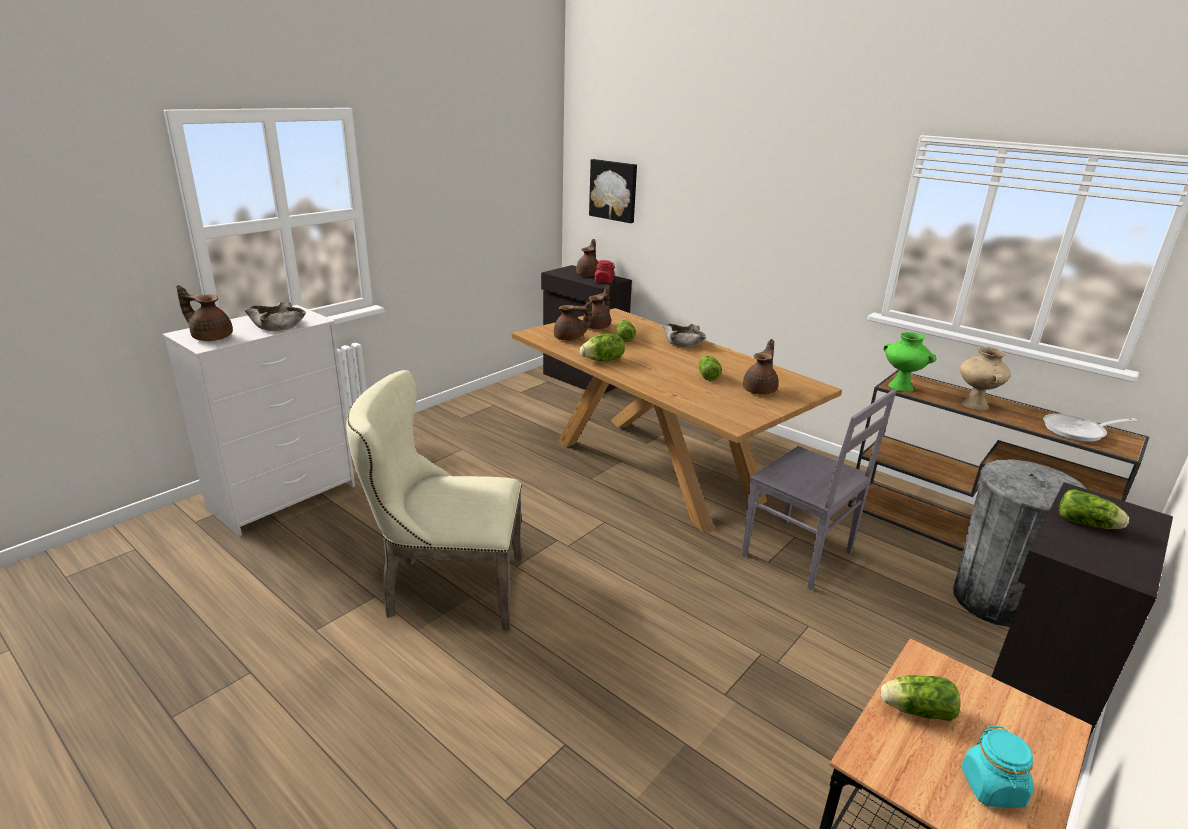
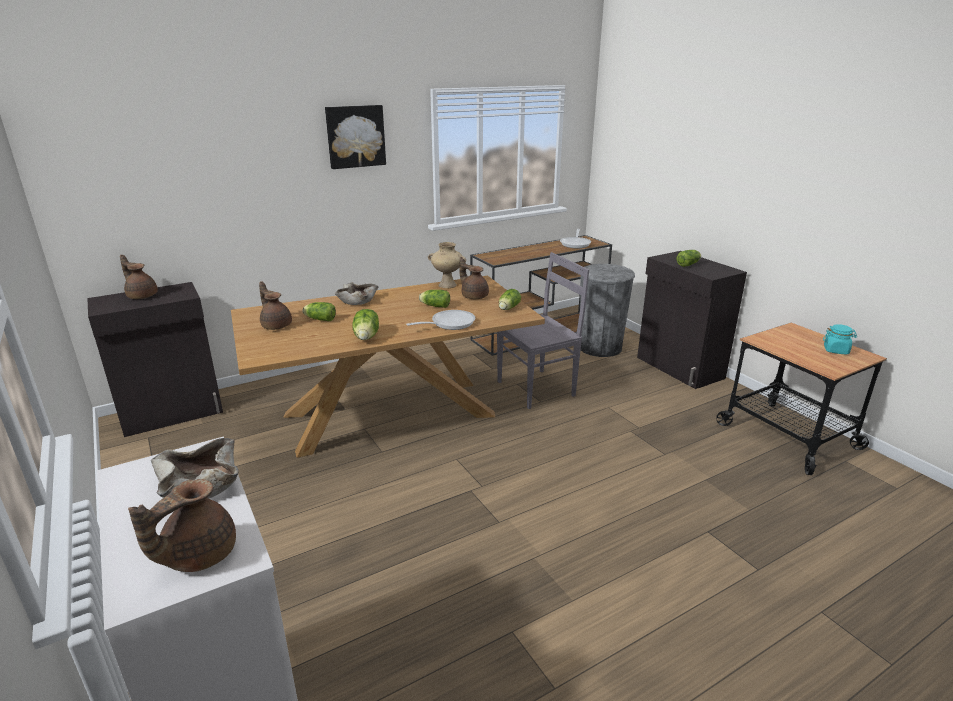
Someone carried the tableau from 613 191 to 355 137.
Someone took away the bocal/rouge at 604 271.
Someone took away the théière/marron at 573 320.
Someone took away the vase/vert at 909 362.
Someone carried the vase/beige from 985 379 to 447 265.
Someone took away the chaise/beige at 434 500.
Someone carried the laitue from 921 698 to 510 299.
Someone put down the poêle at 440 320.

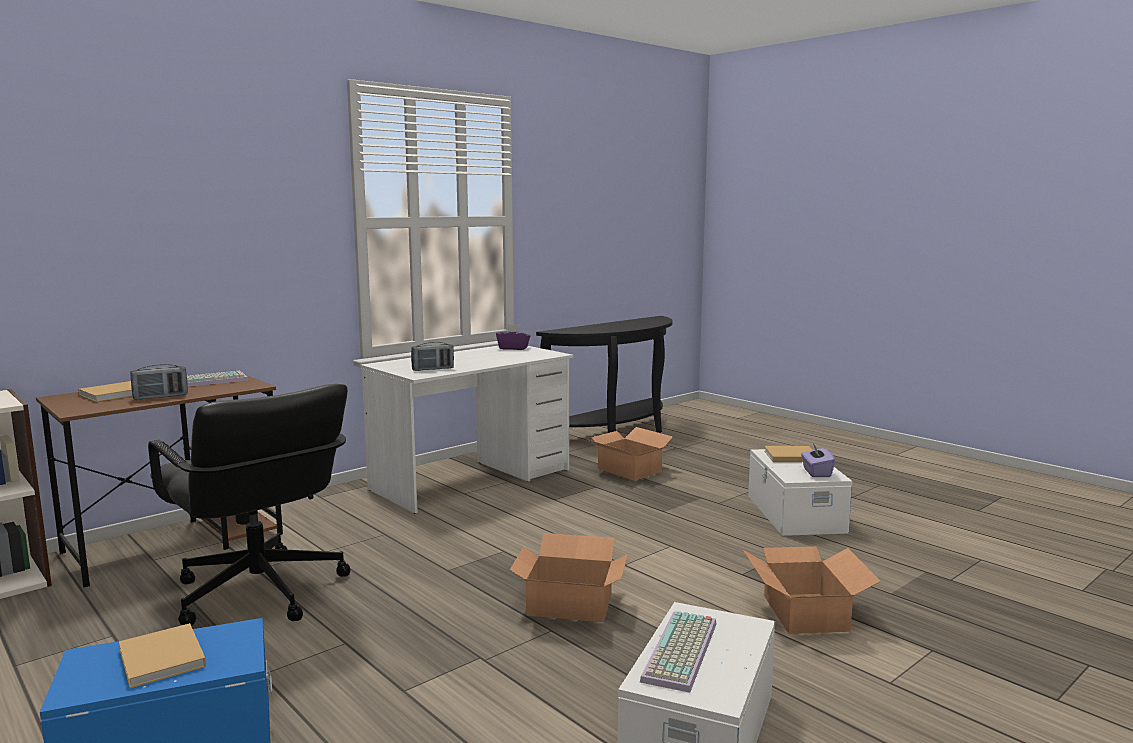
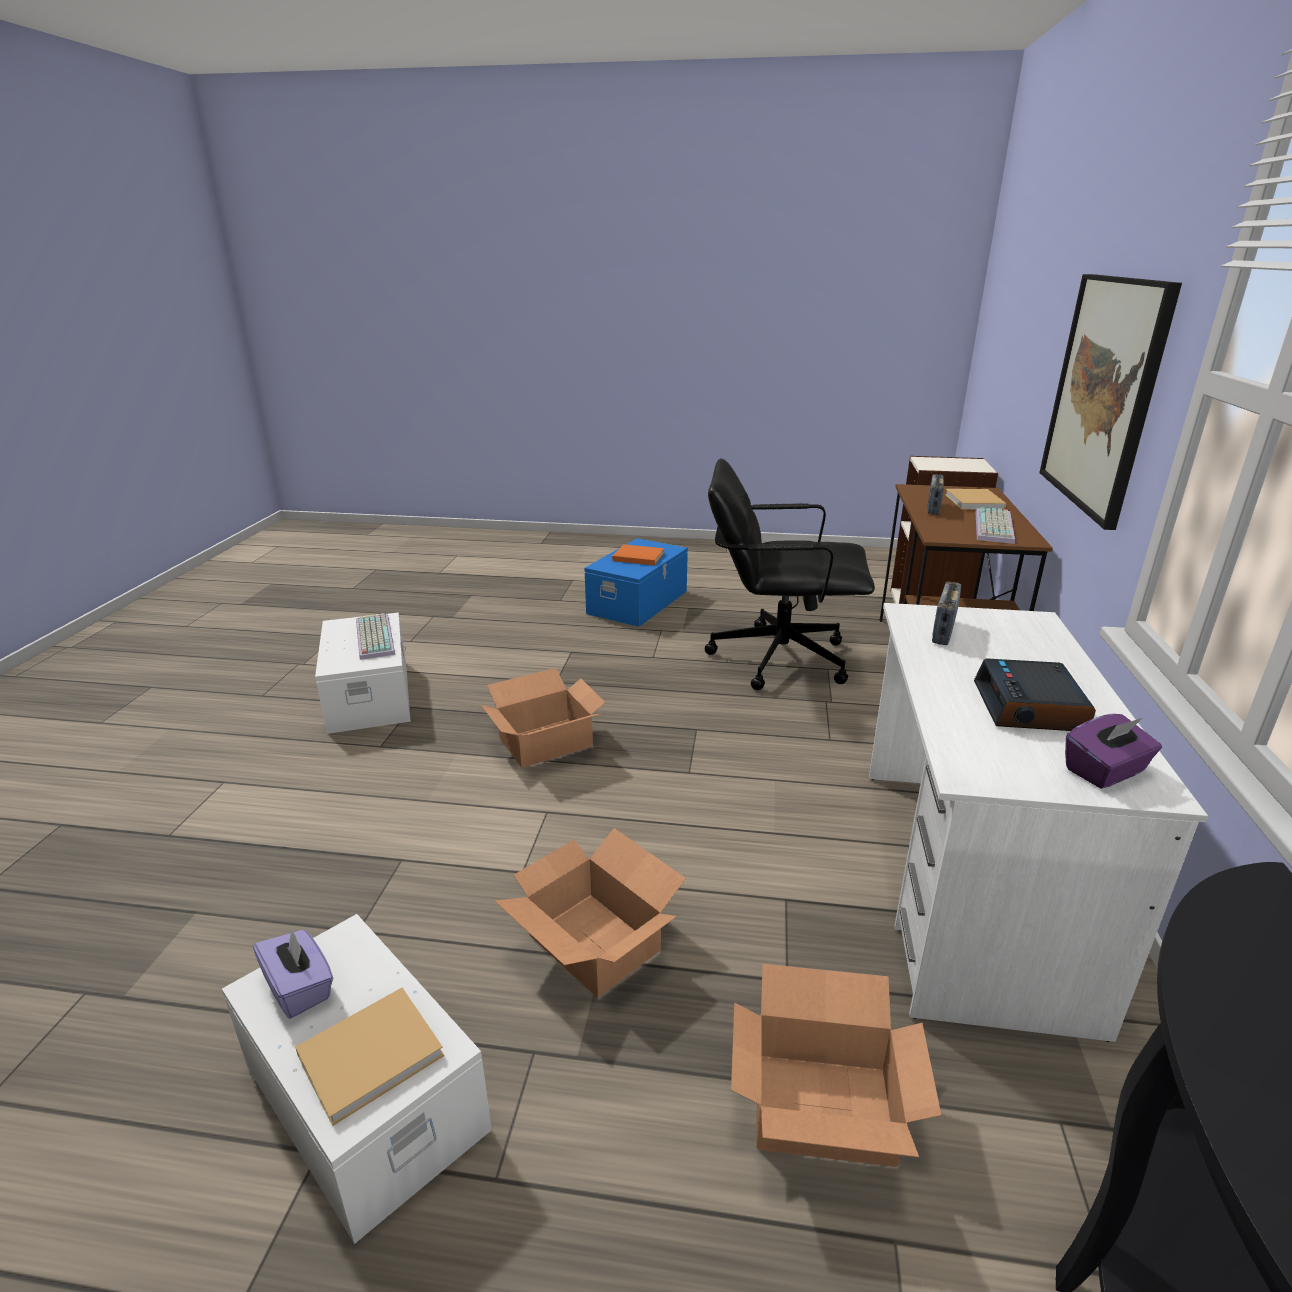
Someone carried the carton from 812 590 to 590 913.
Someone repainted the livre/beige at 162 655, which became the livre/orange at 638 554.
Someone put up the tableau at 1110 402.
Someone put down the réveil at 1035 694.

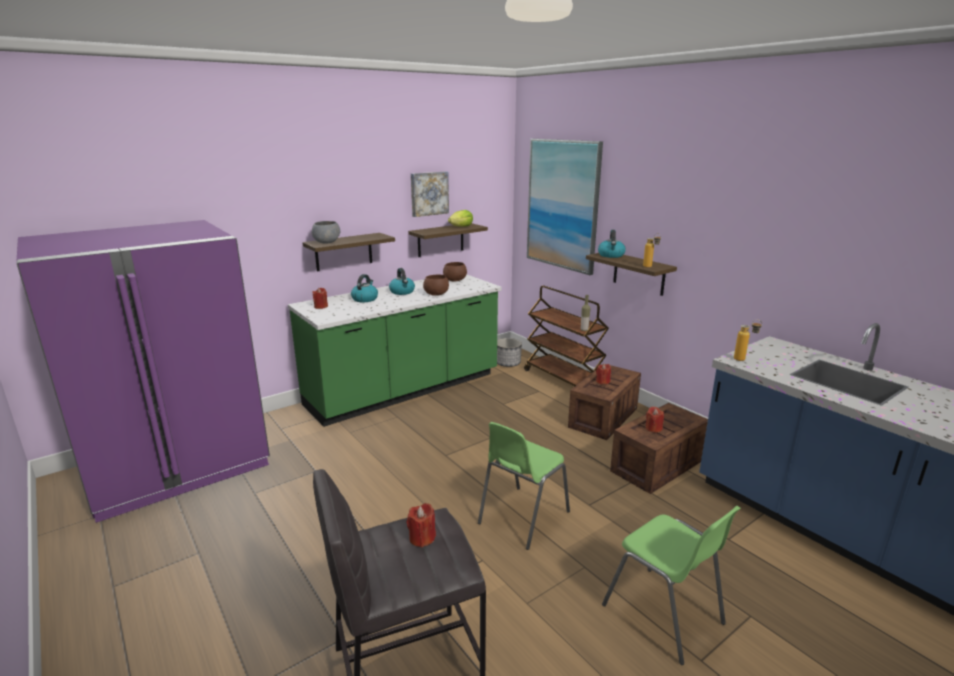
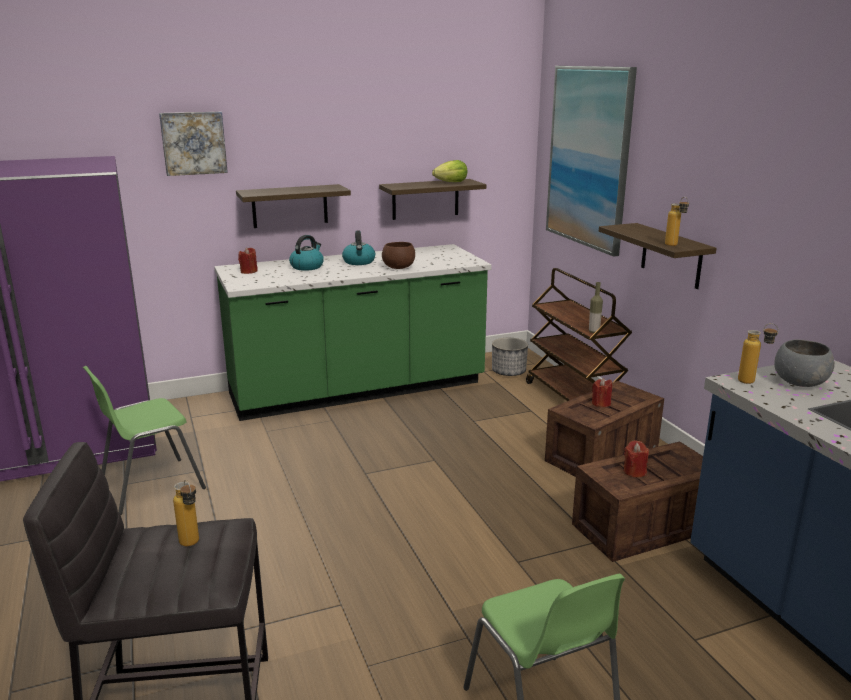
Someone carried the tableau from 430 194 to 193 143.
Someone carried the bol/gris from 326 232 to 804 363.
Someone took away the bouilloire at 612 244.
Someone took away the bol/marron at 455 272.
Someone carried the chaise/vert from 524 486 to 144 440.
Someone swapped the bougie/rouge at 421 525 for the bouteille at 186 513.

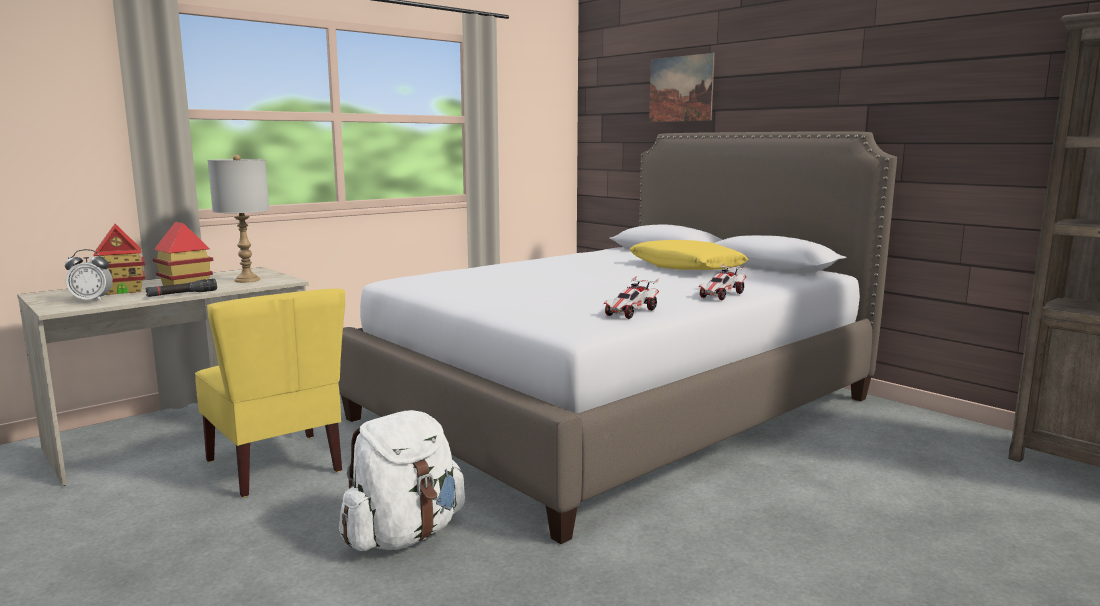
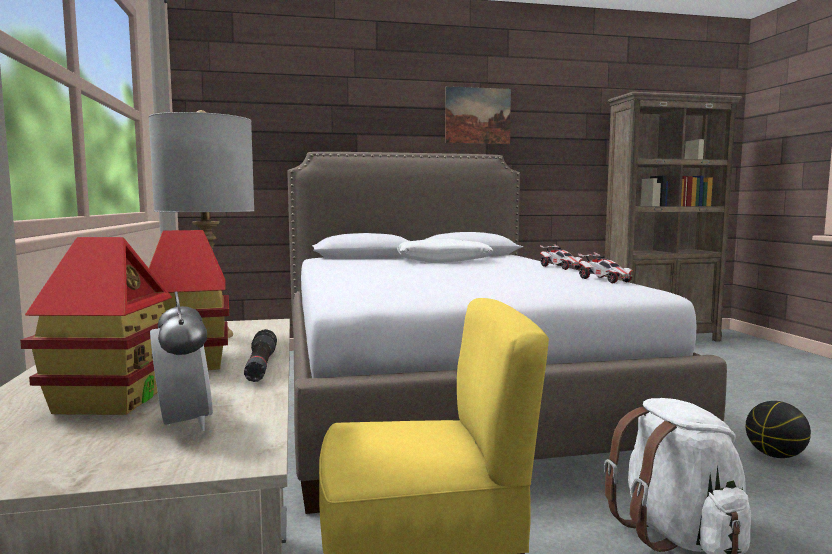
Someone carried the tableau from 682 87 to 478 115.
Someone repainted the coussin/jaune at 689 255, which became the coussin/blanc at 445 251.
Someone rotated the réveil at 89 276 by 45 degrees counterclockwise.
Someone put down the ballon de basket at 778 429.

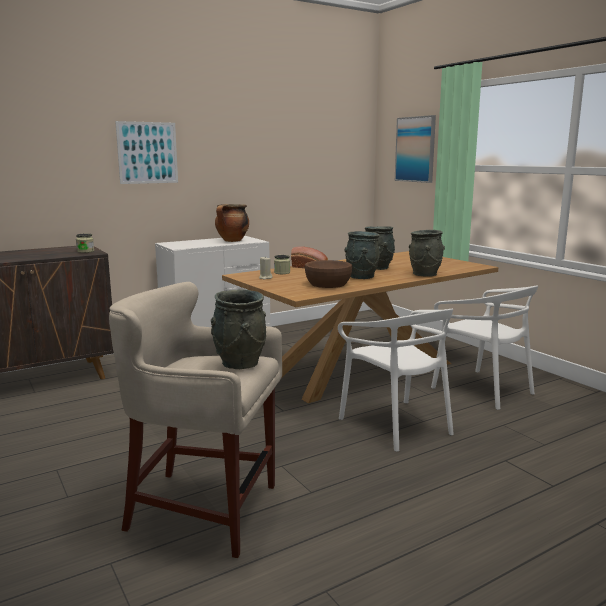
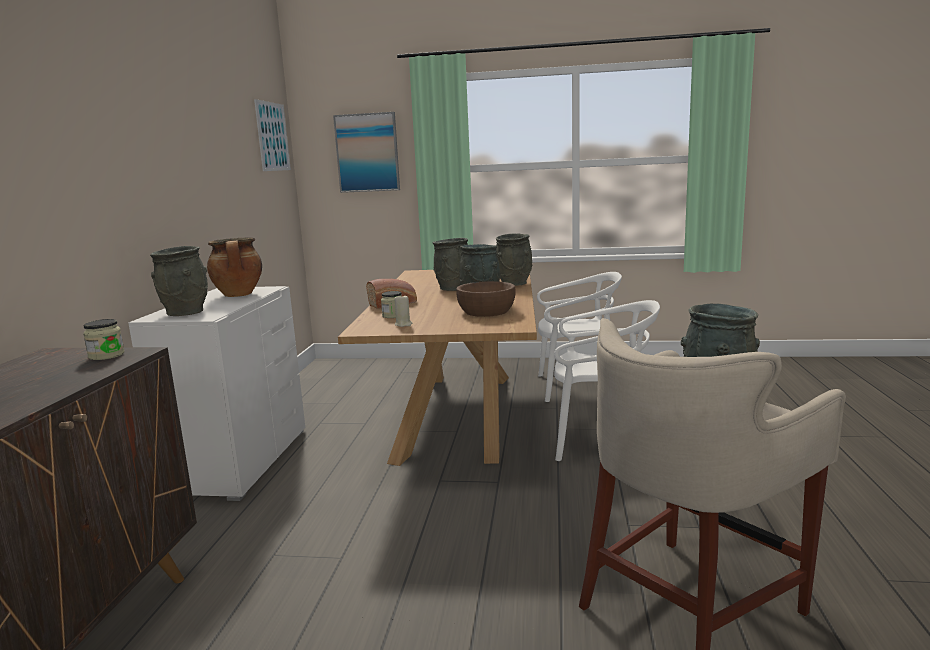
Someone carried the tableau from 146 152 to 272 135.
Someone put down the vase/gris at 179 281.

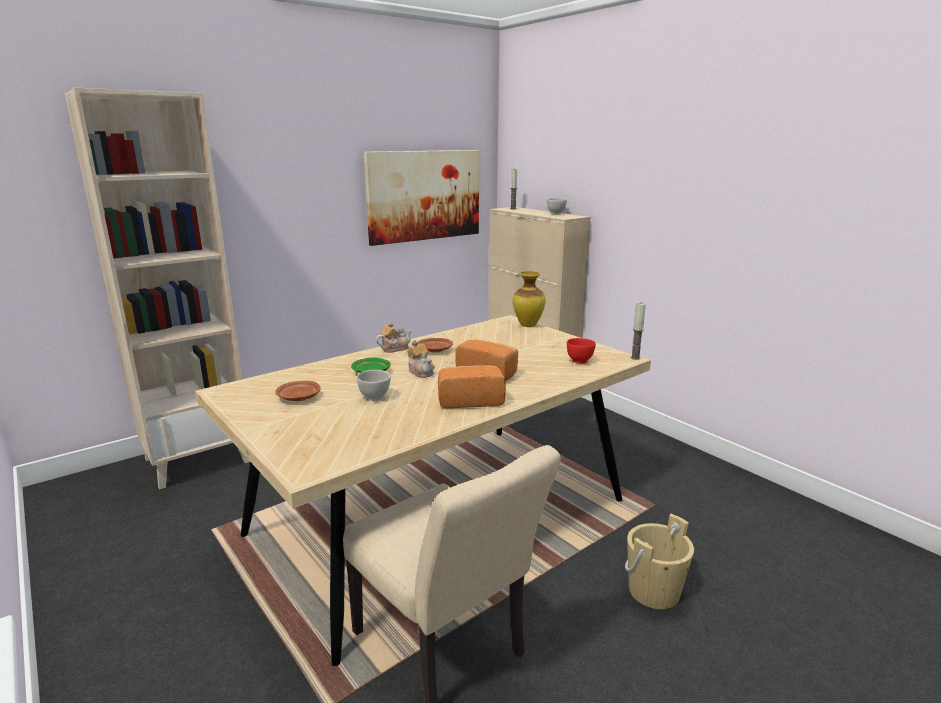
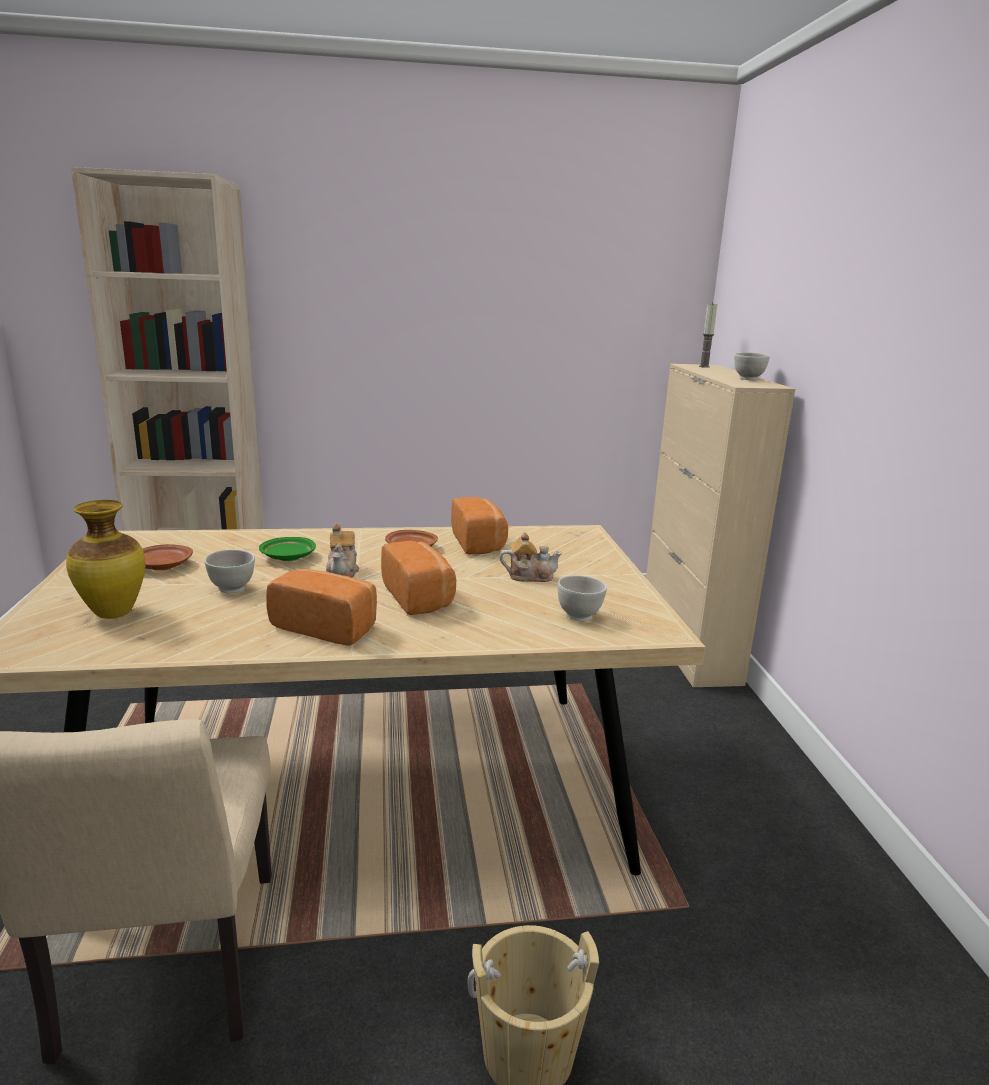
Someone took away the tableau at 421 198.
Someone carried the vase from 529 299 to 105 559.
Someone took away the bougie at 638 331.
Someone carried the théière from 394 337 to 530 557.
Someone repainted the bol/rouge at 581 351, which became the bol/blanc at 582 598.
Someone put down the pain at 479 525.

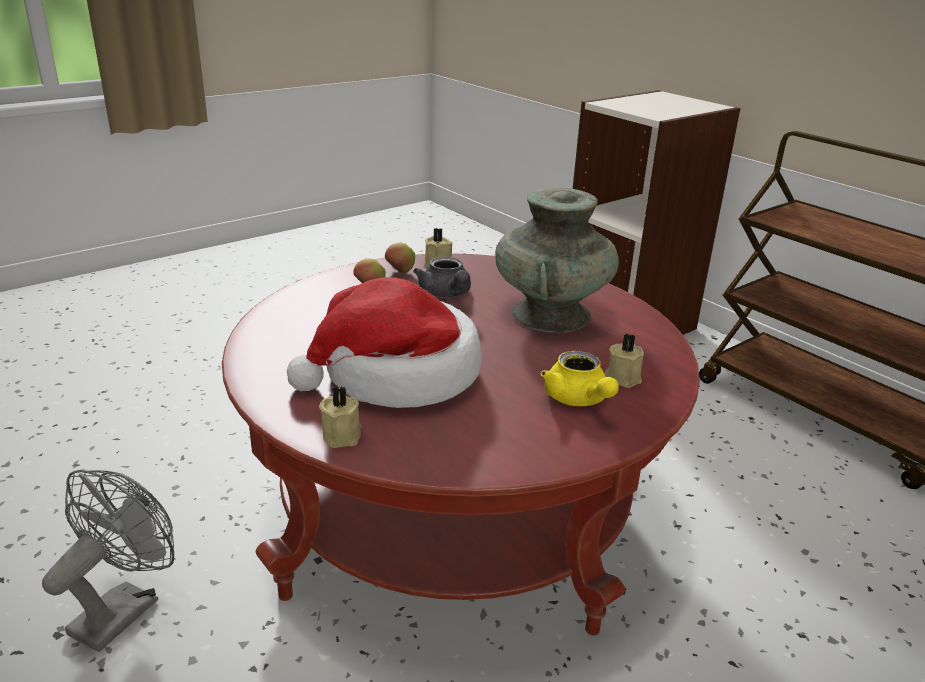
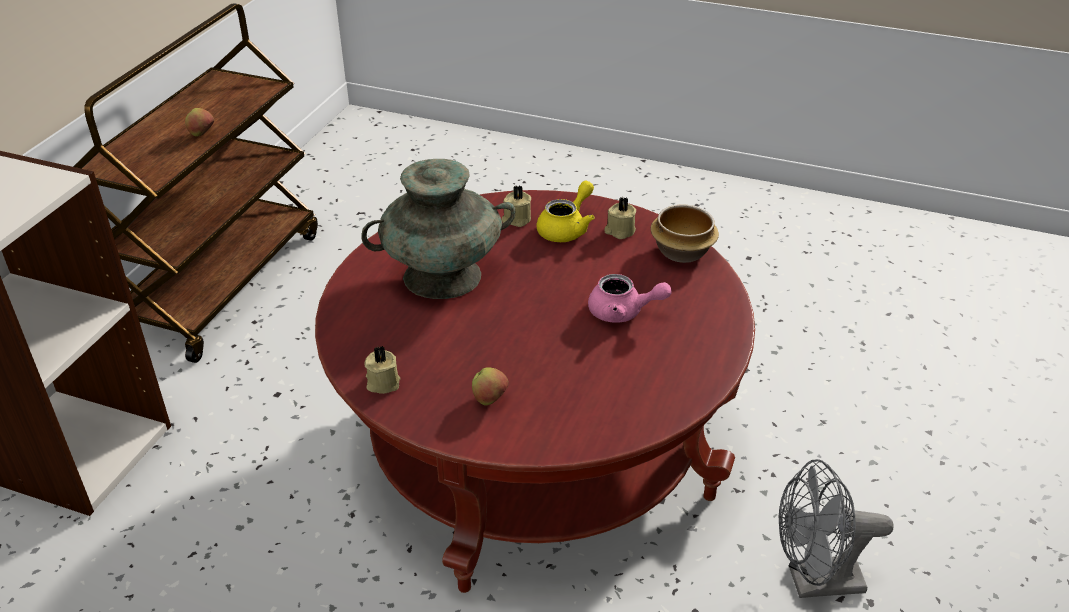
Someone carried the pomme from 400 258 to 199 122.
Someone took away the théière/gris at 442 276.
Someone swapped the chapeau at 384 342 for the théière/rose at 630 298.
Someone carried the bougie/beige from 340 417 to 620 218.
Someone put down the bol at 684 234.

